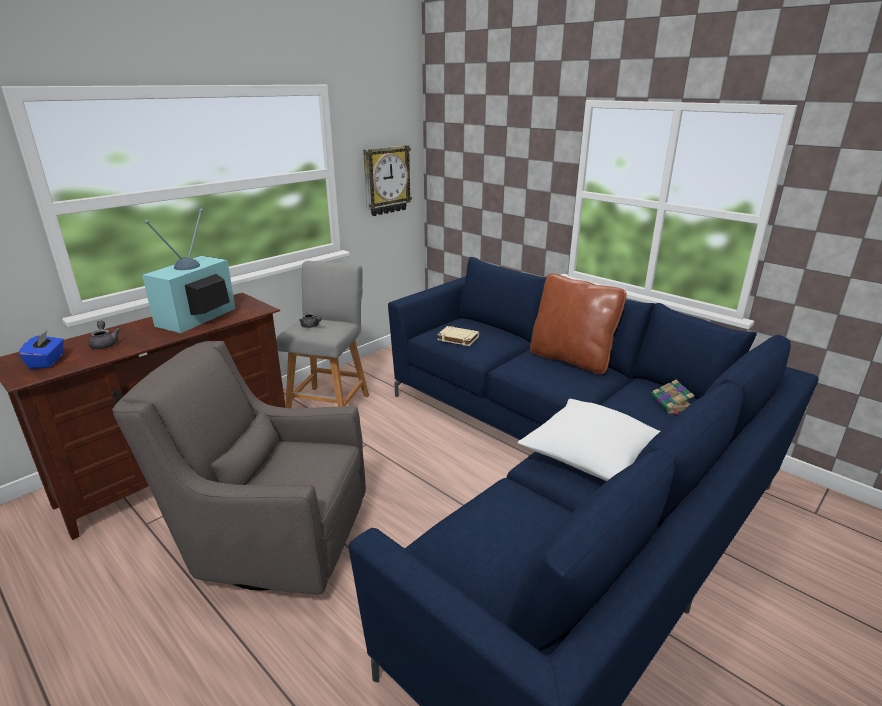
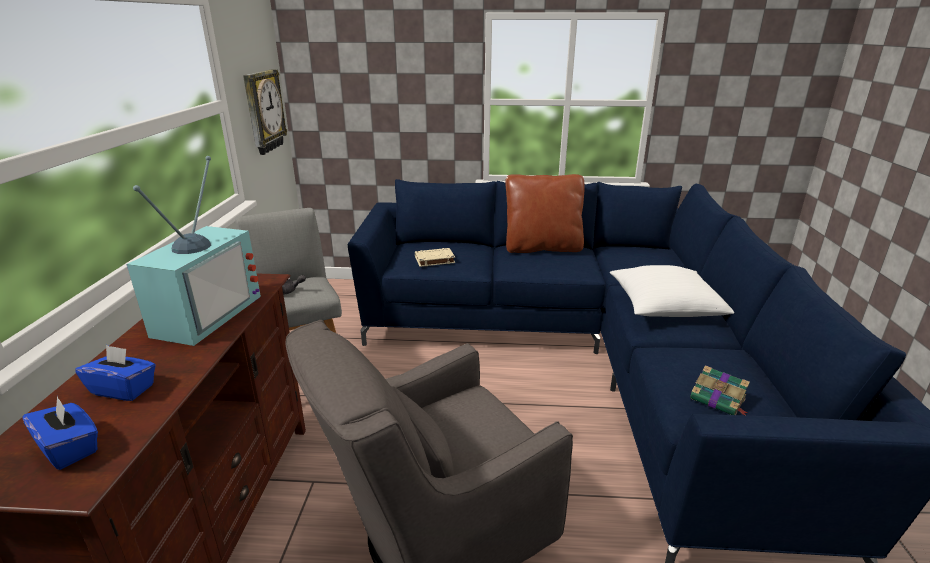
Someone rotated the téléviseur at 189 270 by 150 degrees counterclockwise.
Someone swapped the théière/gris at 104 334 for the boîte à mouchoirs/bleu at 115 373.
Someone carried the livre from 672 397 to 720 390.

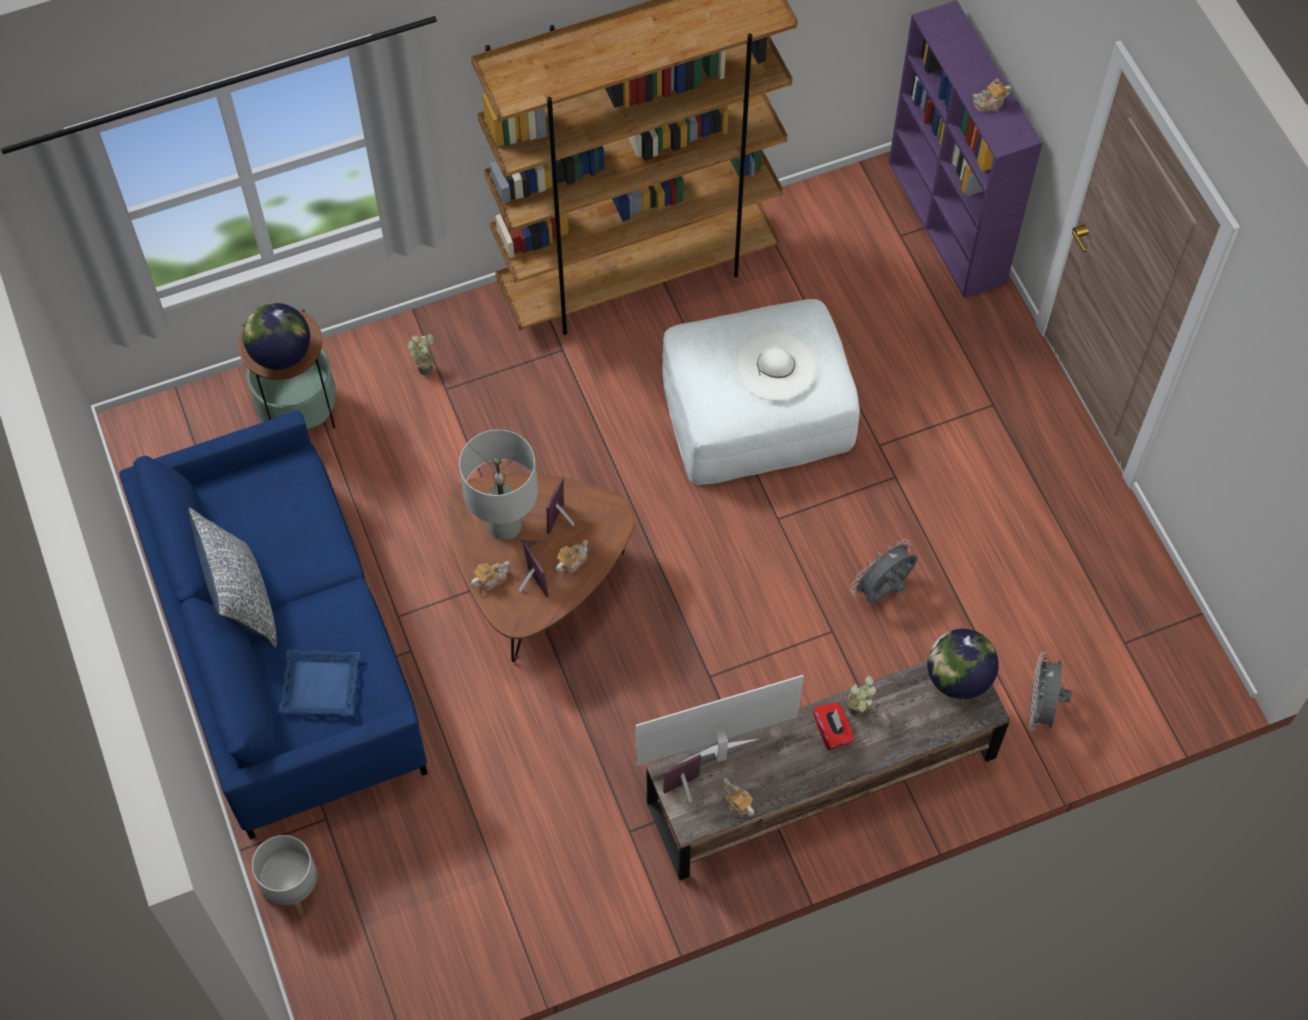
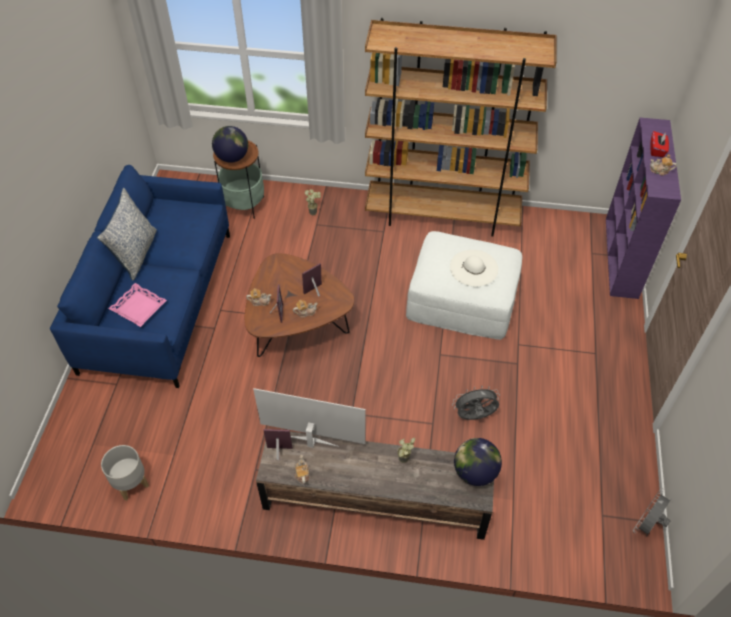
Someone took away the lampe de table/gris at 498 485.
Someone repainted the plateau/bleu at 319 682, which became the plateau/rose at 137 305.
Someone carried the ventilateur/gris from 1050 691 to 652 512.
Someone carried the boîte à mouchoirs/rouge from 833 726 to 659 144.
Someone carried the cache-pot/gris from 286 875 to 125 472.

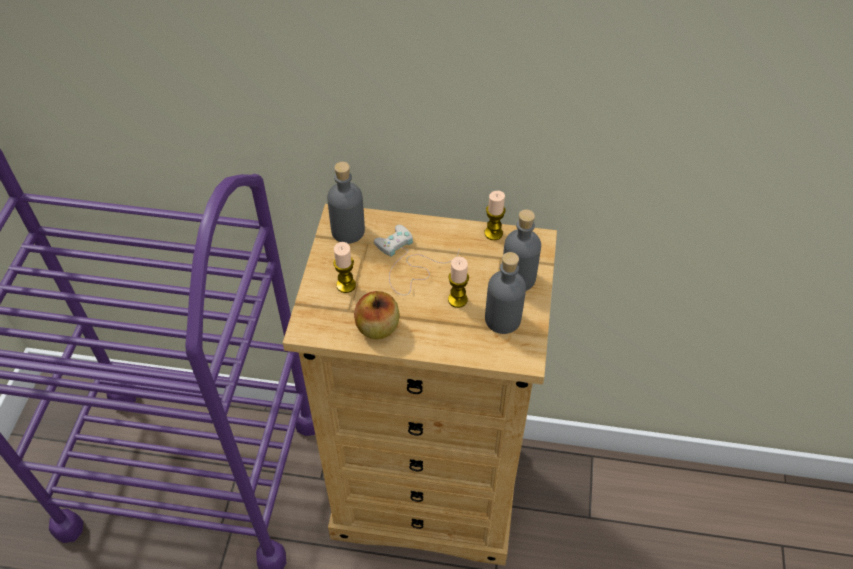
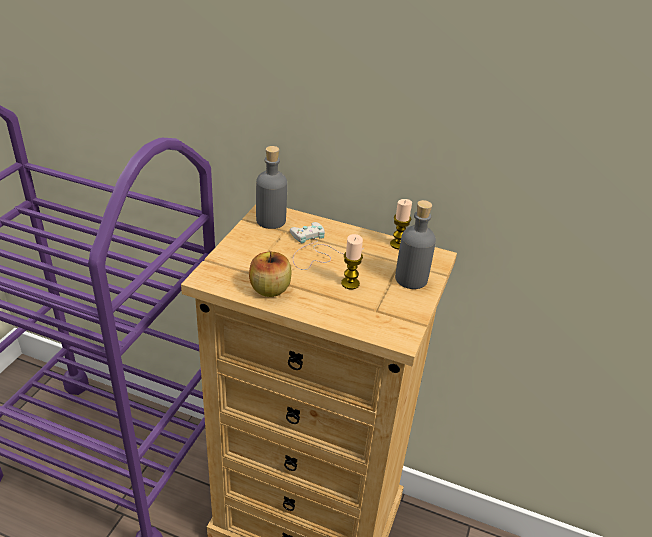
Someone took away the bougie at 344 267.
Someone took away the bouteille/gris at 505 293.

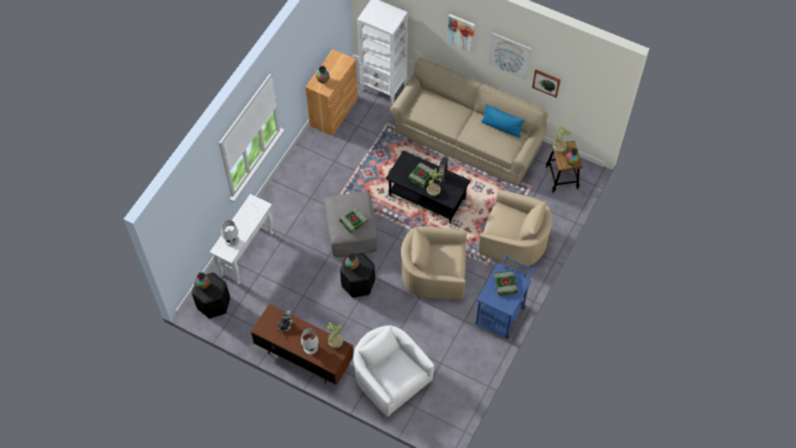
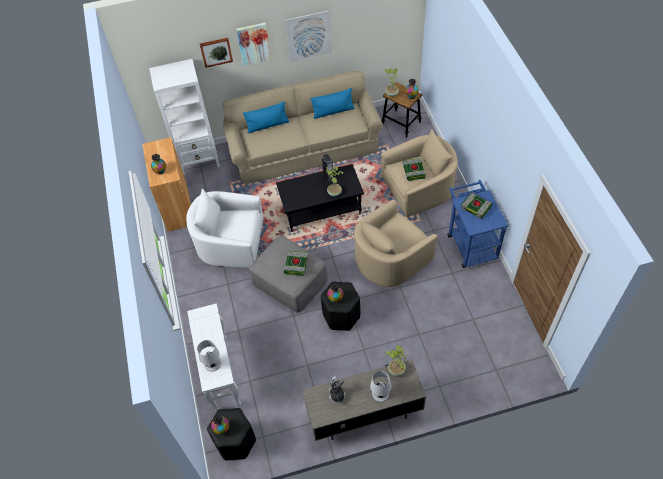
Someone carried the tableau from 546 84 to 216 53.
Someone carried the livre from 421 175 to 414 169.
Someone repainted the meuble télé/marron at 302 344, which became the meuble télé/gris at 364 400.
Someone carried the fauteuil/blanc from 393 371 to 224 228.
Someone put down the coussin/bleu at 266 117.

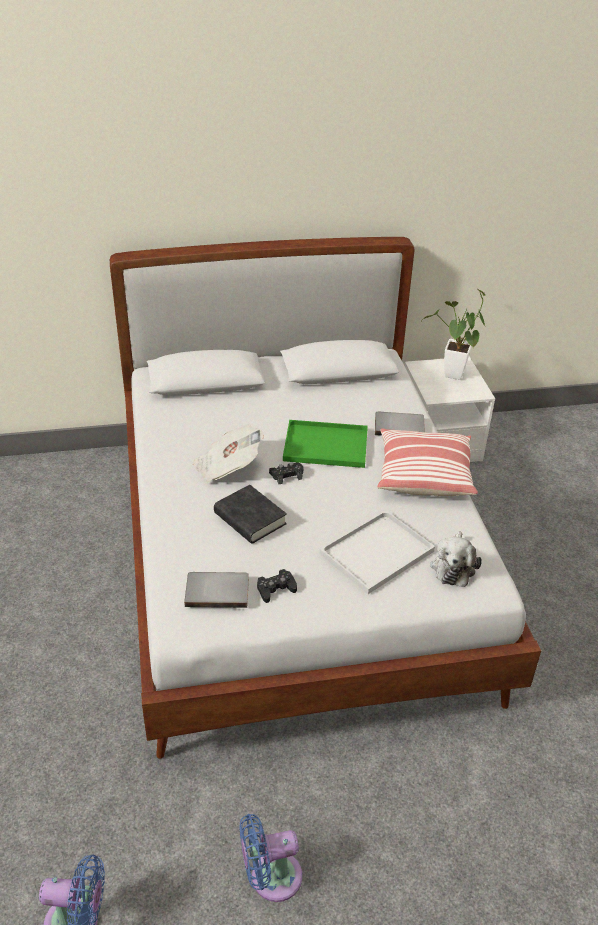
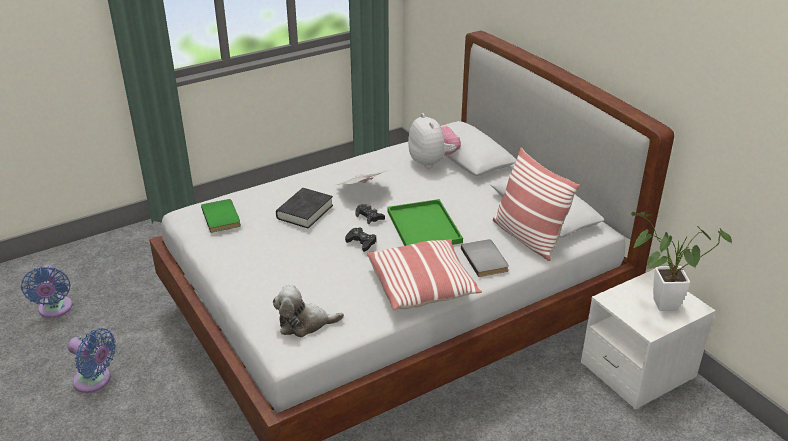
Someone took away the plateau/blanc at 377 552.
Someone carried the manette/noir from 277 586 to 361 239.
Someone repainted the livre/gris at 216 590, which became the livre/vert at 221 216.
Someone rotated the ventilateur/bleu at 271 858 by 150 degrees clockwise.
Someone put down the peluche at 434 140.
Someone put down the coussin at 536 204.

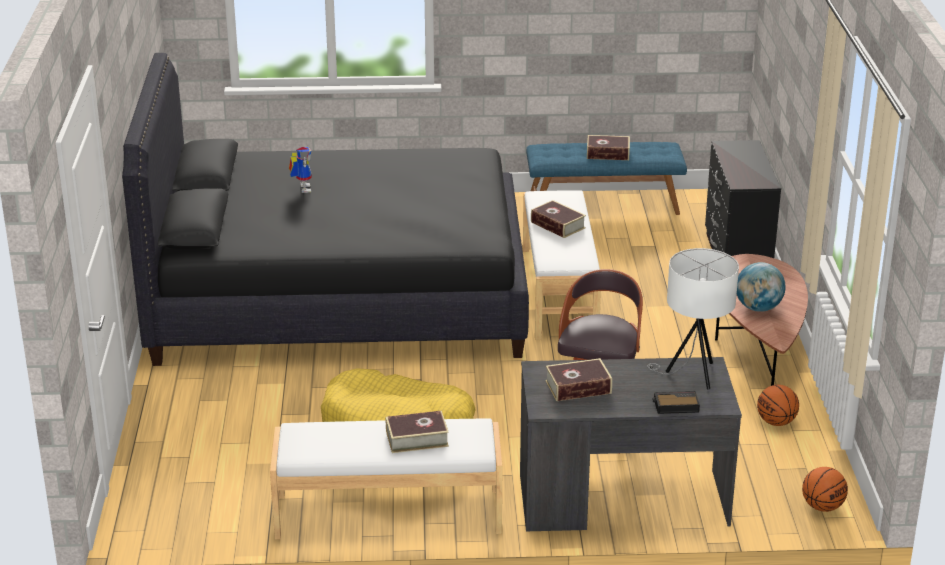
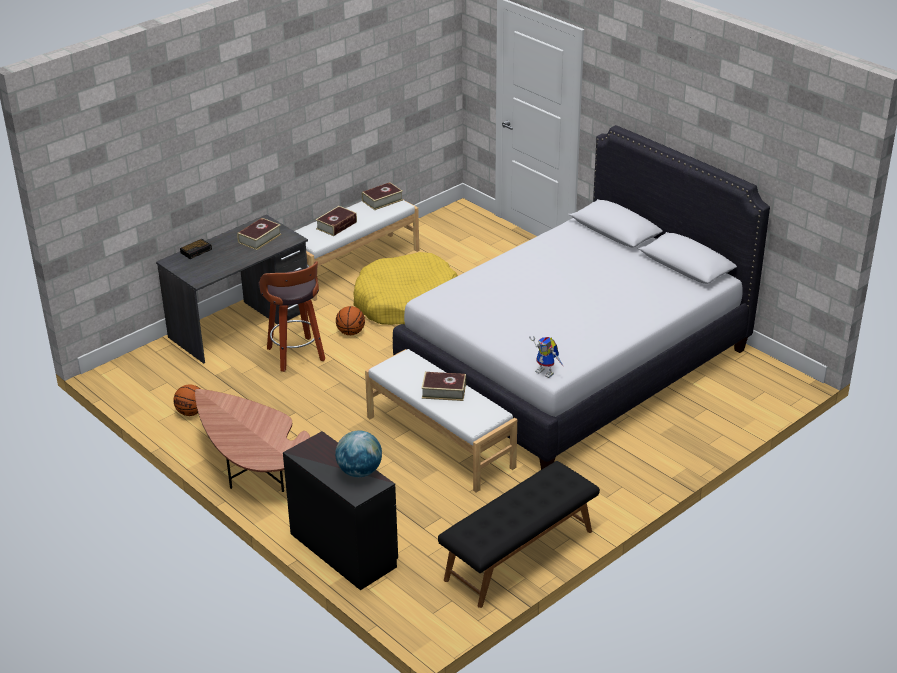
Someone repainted the lit/noir at 325 209, which became the lit/blanc at 581 297.
Someone carried the livre from 608 147 to 382 196.
Someone repainted the banc/bleu at 606 178, which became the banc/noir at 519 534.
Someone carried the robot jouet from 300 170 to 546 357.
Someone took away the lampe de table/blanc at 693 319.
Someone carried the globe from 761 287 to 358 454.
Someone carried the ballon de basket from 825 489 to 350 320.

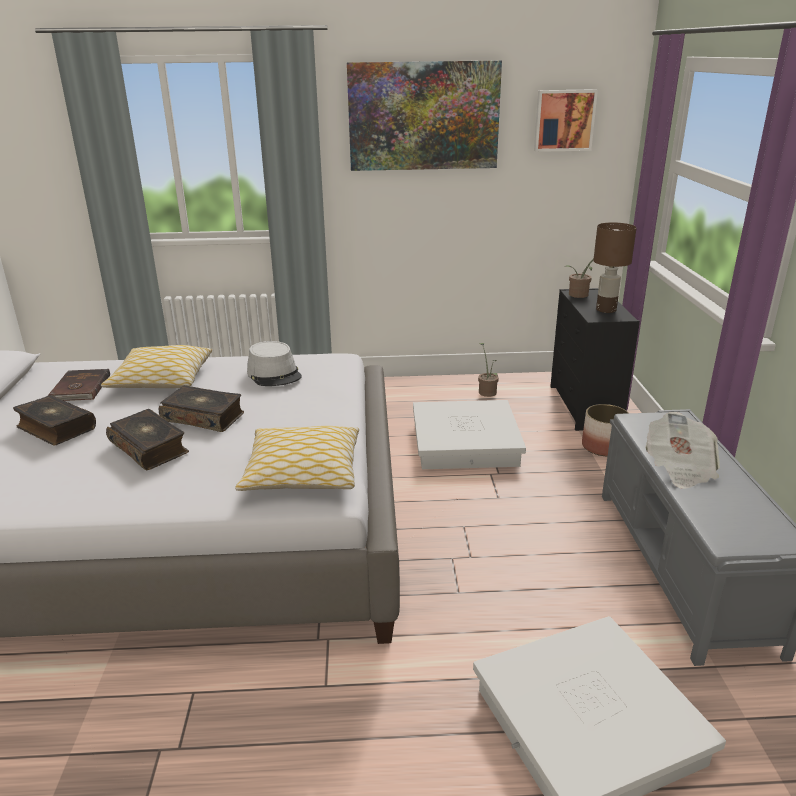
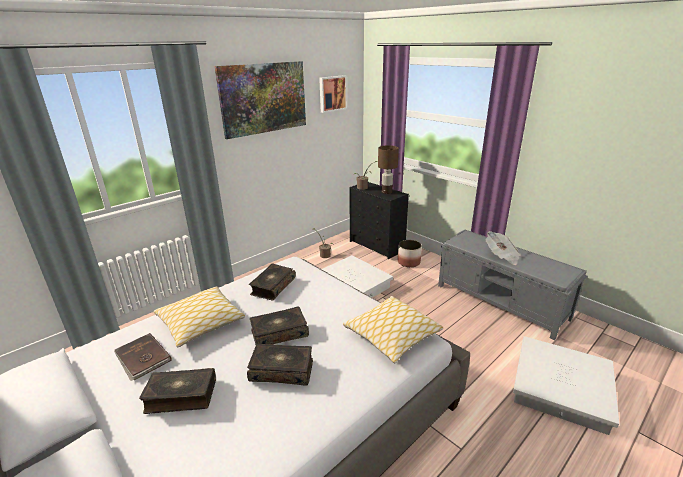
Someone swapped the chapeau/gris at 274 363 for the livre at 272 282.

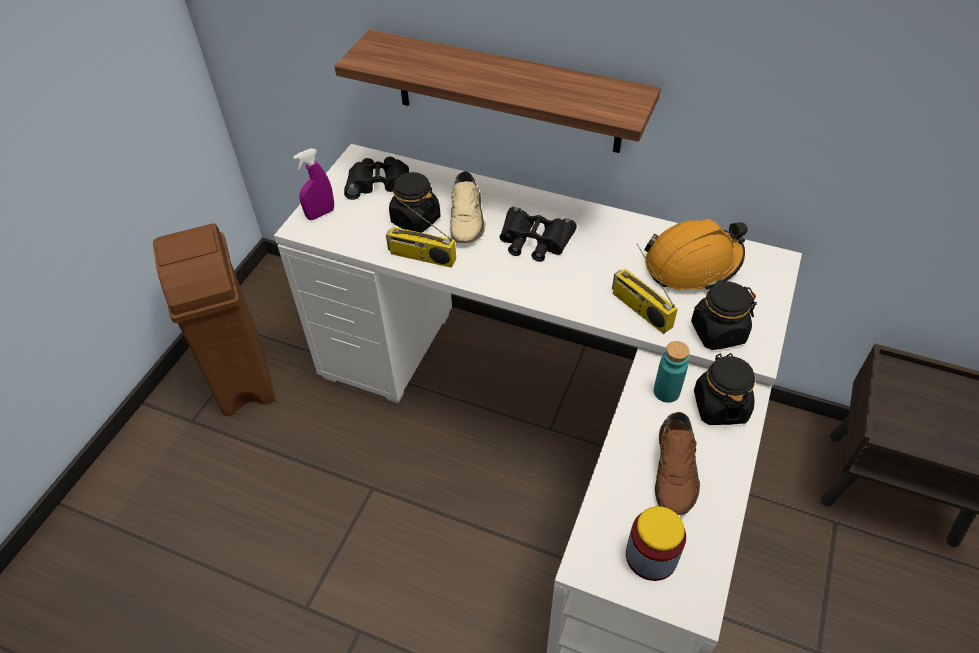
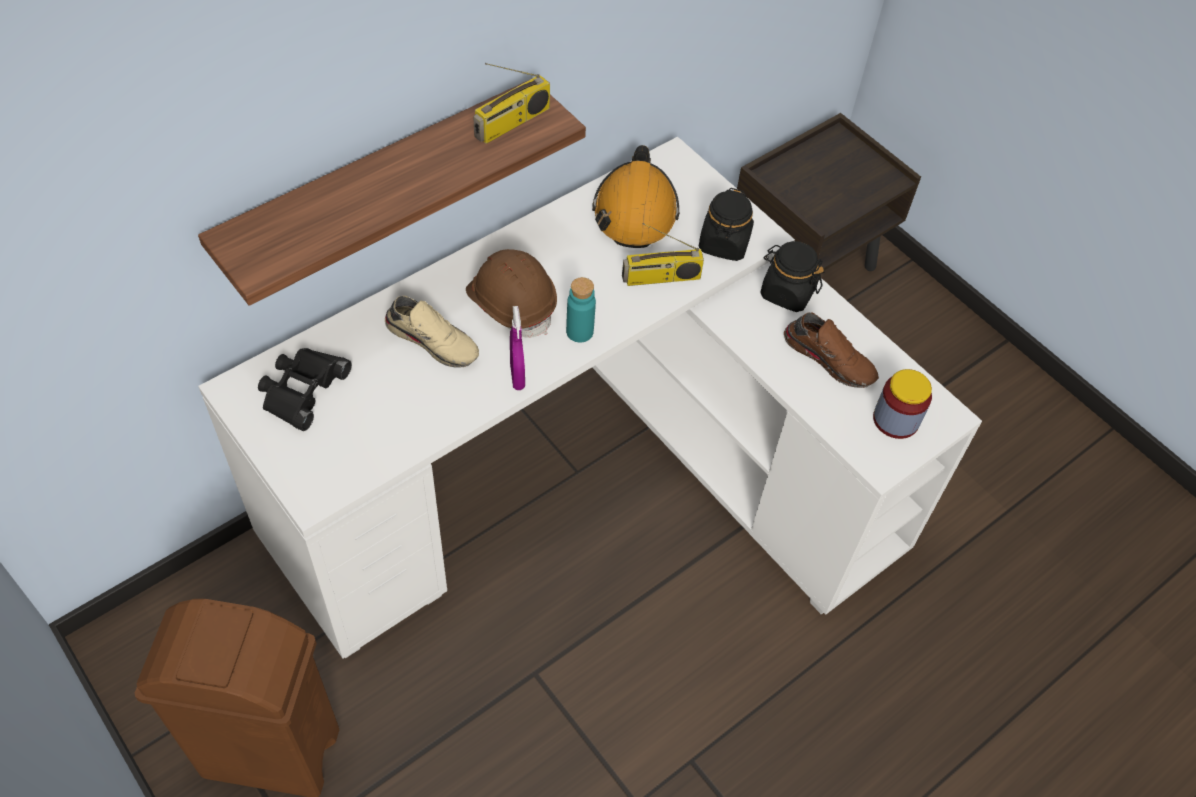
Someone carried the vaporisateur/violet from 313 184 to 517 348.
Someone took away the bocal/noir at 414 202.
Someone carried the radio from 421 233 to 511 103.
Someone swapped the jumelles/noir at 538 234 for the casque de chantier/marron at 511 293.
Someone carried the bouteille/turquoise from 671 372 to 581 310.

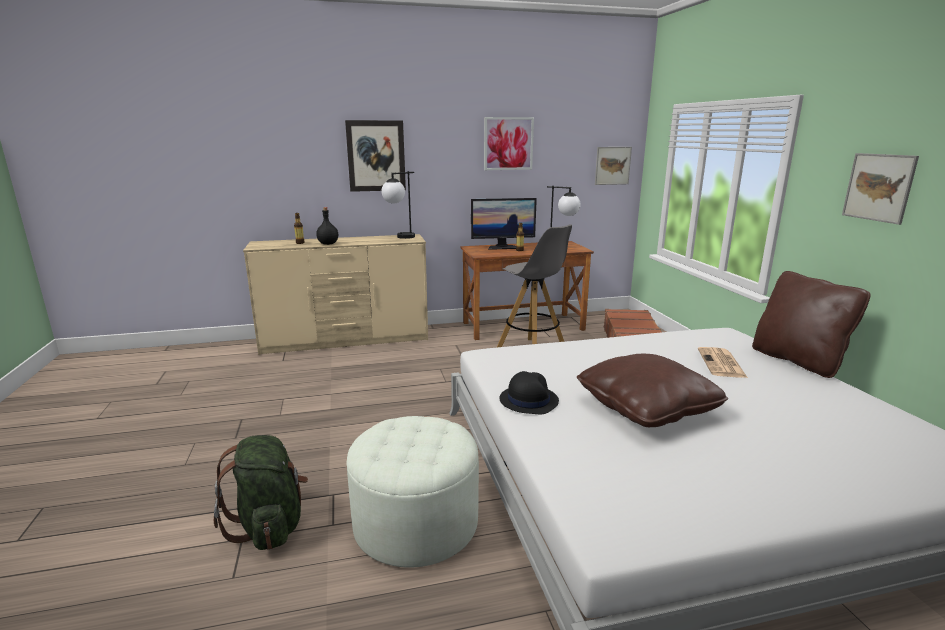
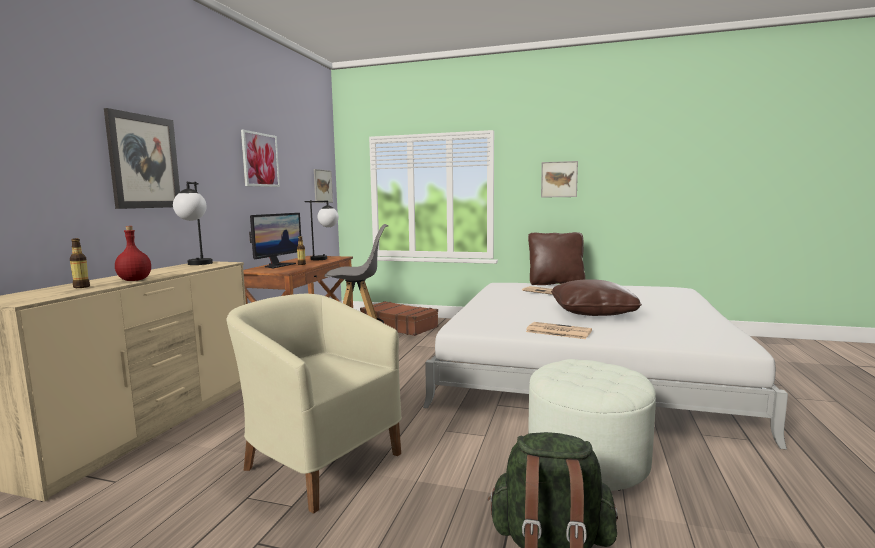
Someone repainted the bouteille/noir at 327 226, which became the bouteille/rouge at 133 253.
Someone swapped the chapeau/noir at 529 392 for the journal at 559 330.
Someone put down the fauteuil/beige at 314 404.

